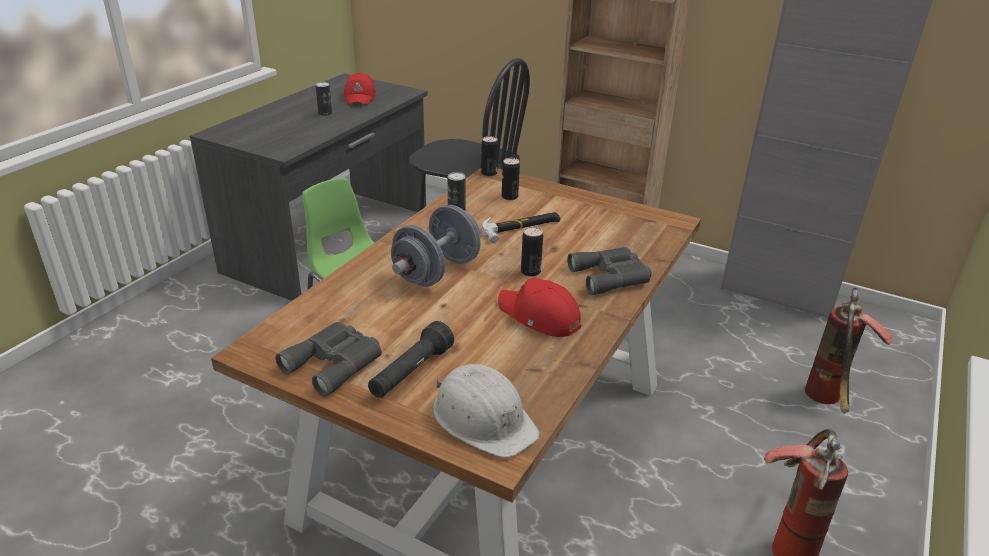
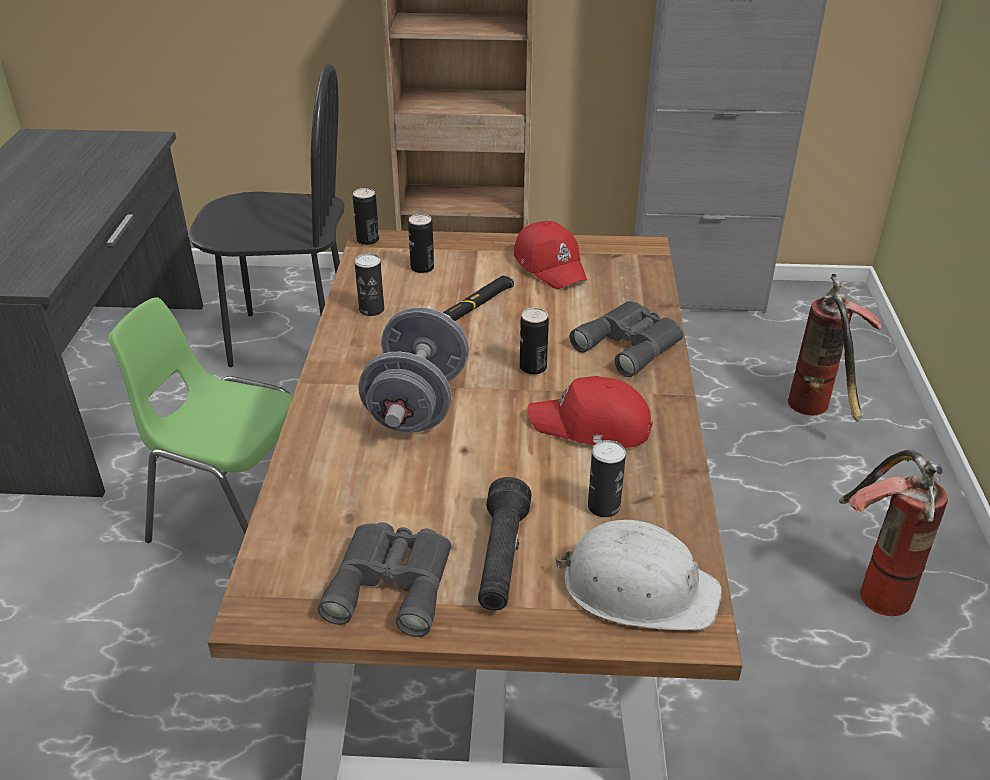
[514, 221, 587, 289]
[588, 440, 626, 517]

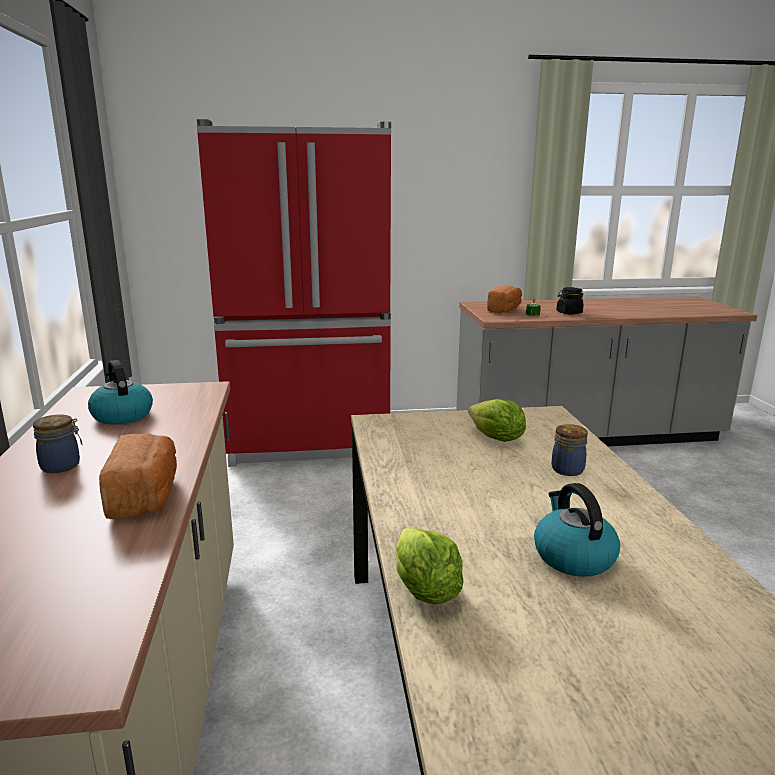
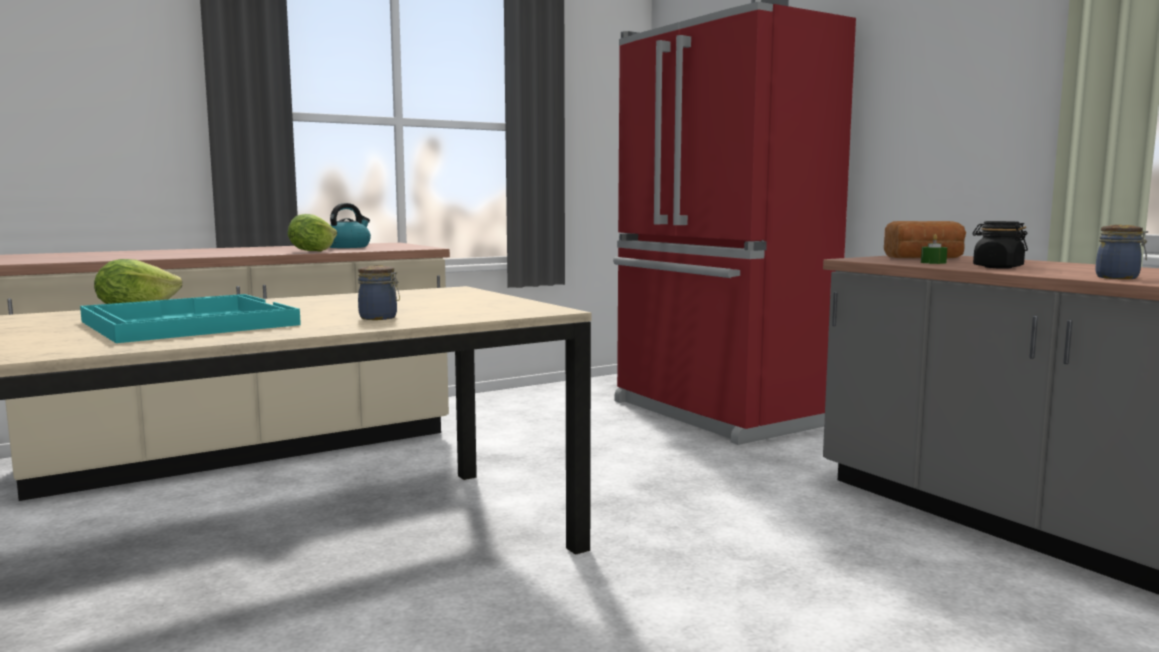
[80, 294, 301, 343]
[288, 214, 337, 252]
[1095, 225, 1148, 279]
[99, 434, 177, 520] (first image)

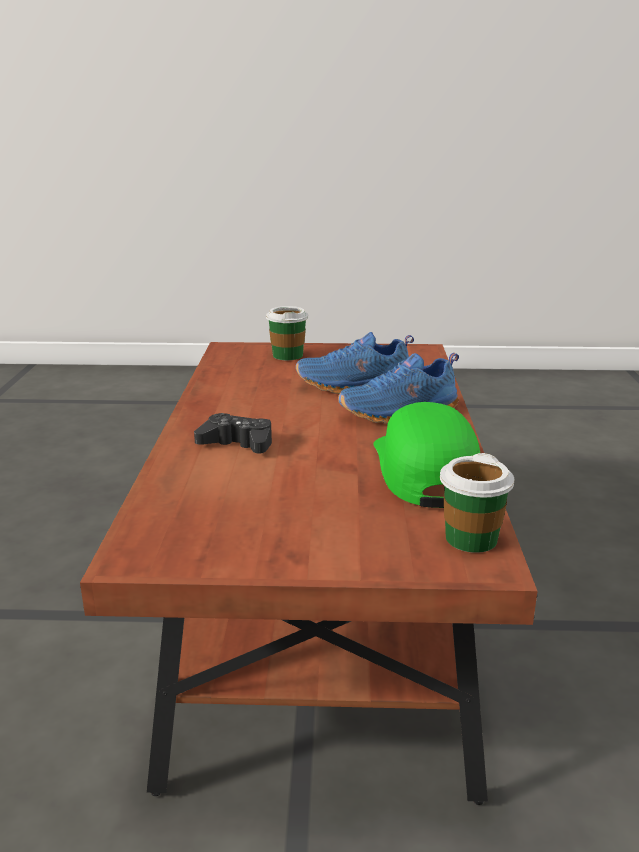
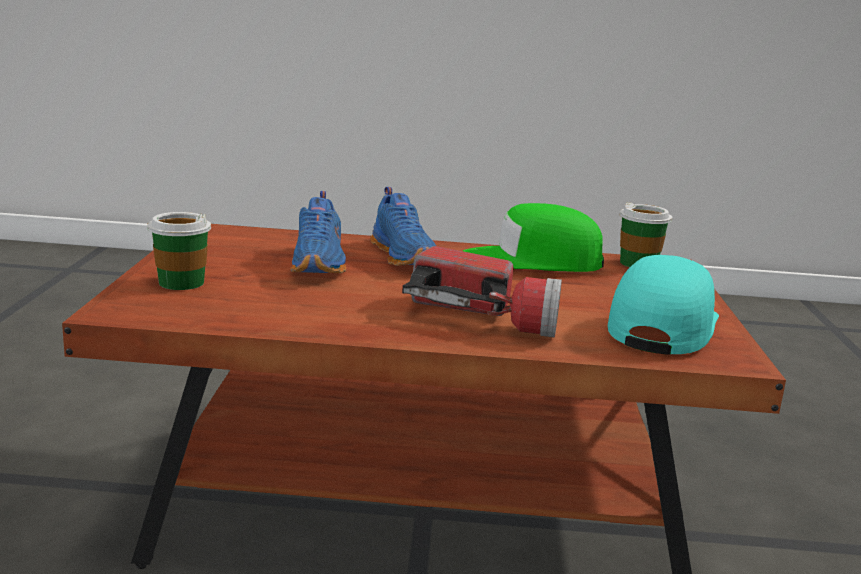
[402, 246, 562, 338]
[608, 255, 719, 355]

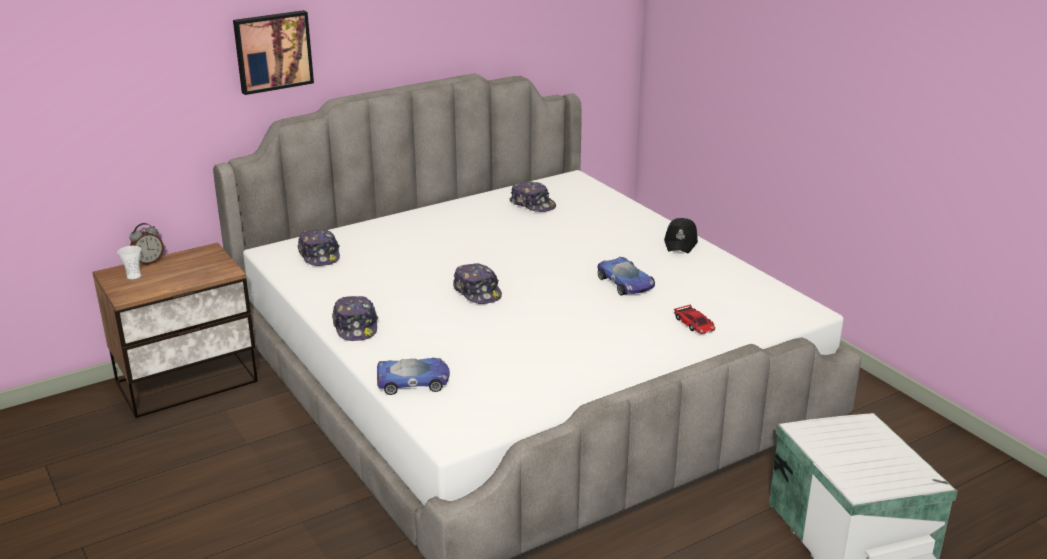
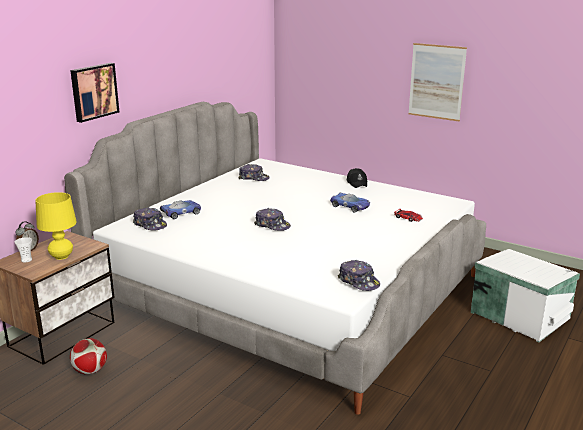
[35, 192, 77, 260]
[70, 338, 107, 374]
[160, 200, 201, 219]
[338, 260, 380, 291]
[408, 43, 467, 121]

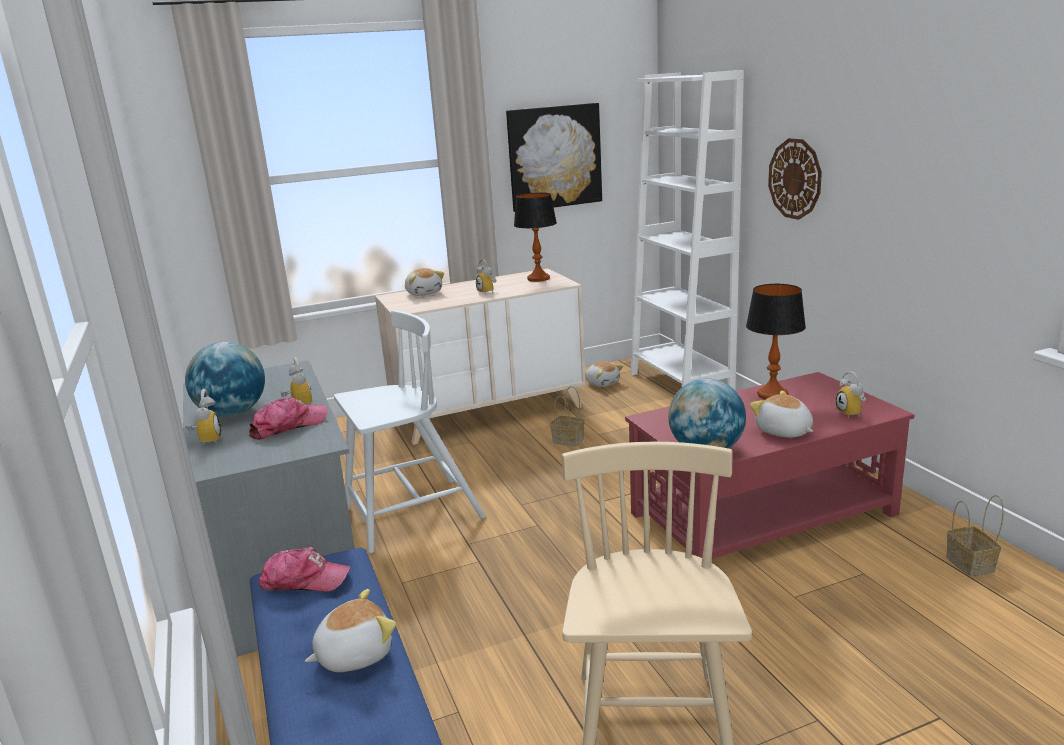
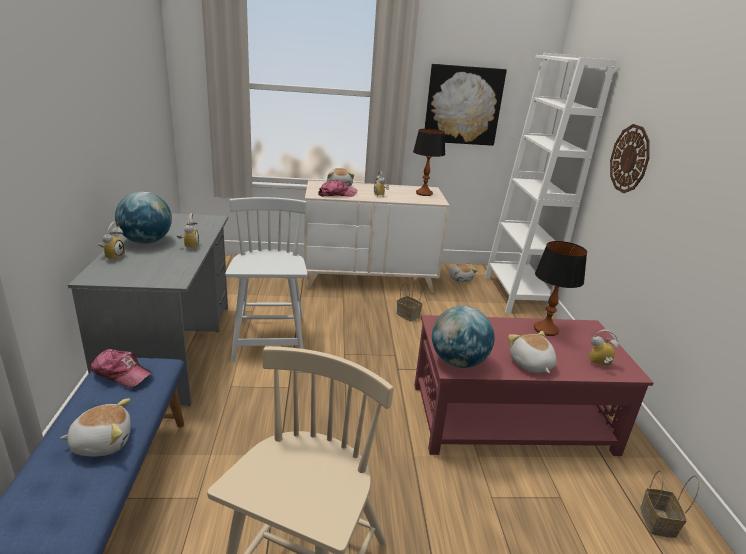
[225, 197, 308, 362]
[318, 180, 357, 197]
[588, 329, 619, 366]

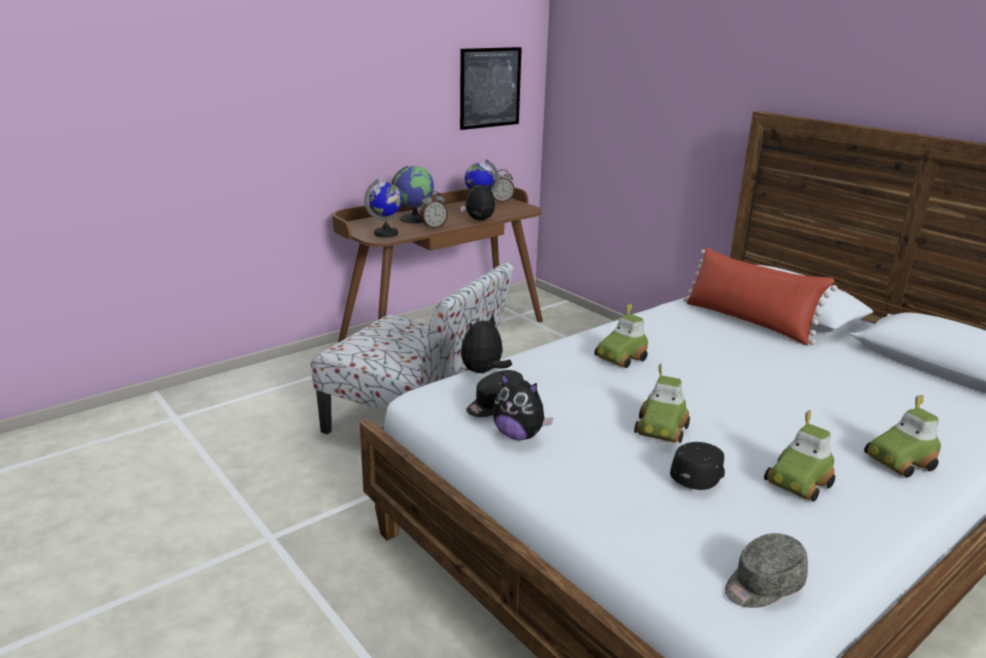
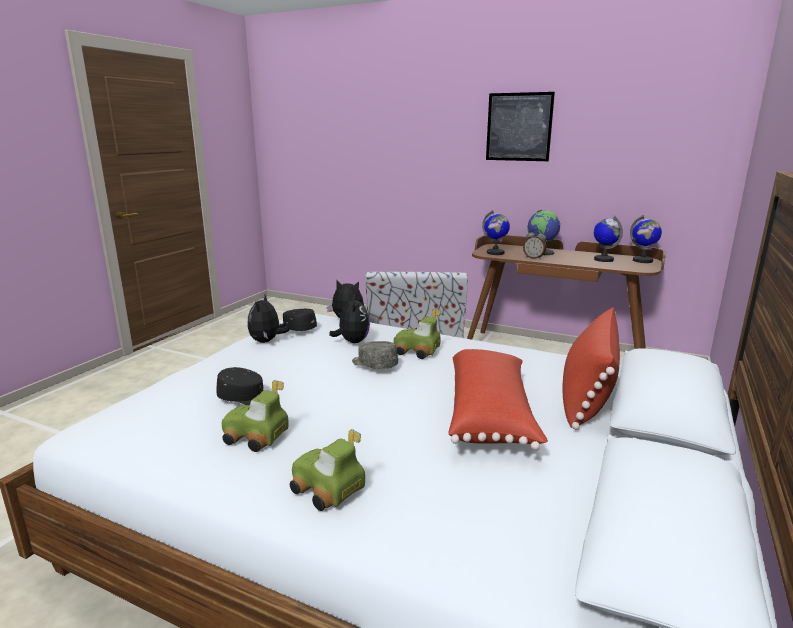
[329, 294, 370, 343]
[352, 341, 398, 369]
[448, 349, 548, 450]
[486, 92, 555, 161]
[630, 215, 662, 263]
[634, 363, 690, 443] (first image)

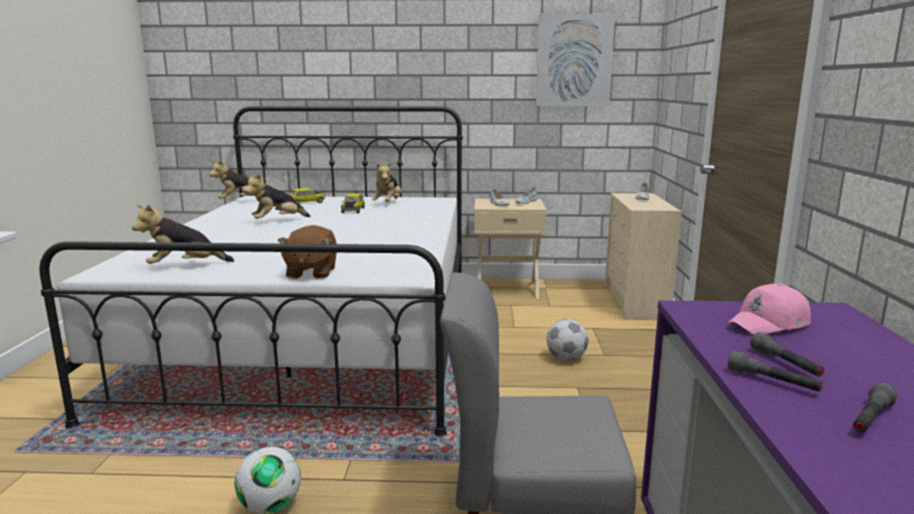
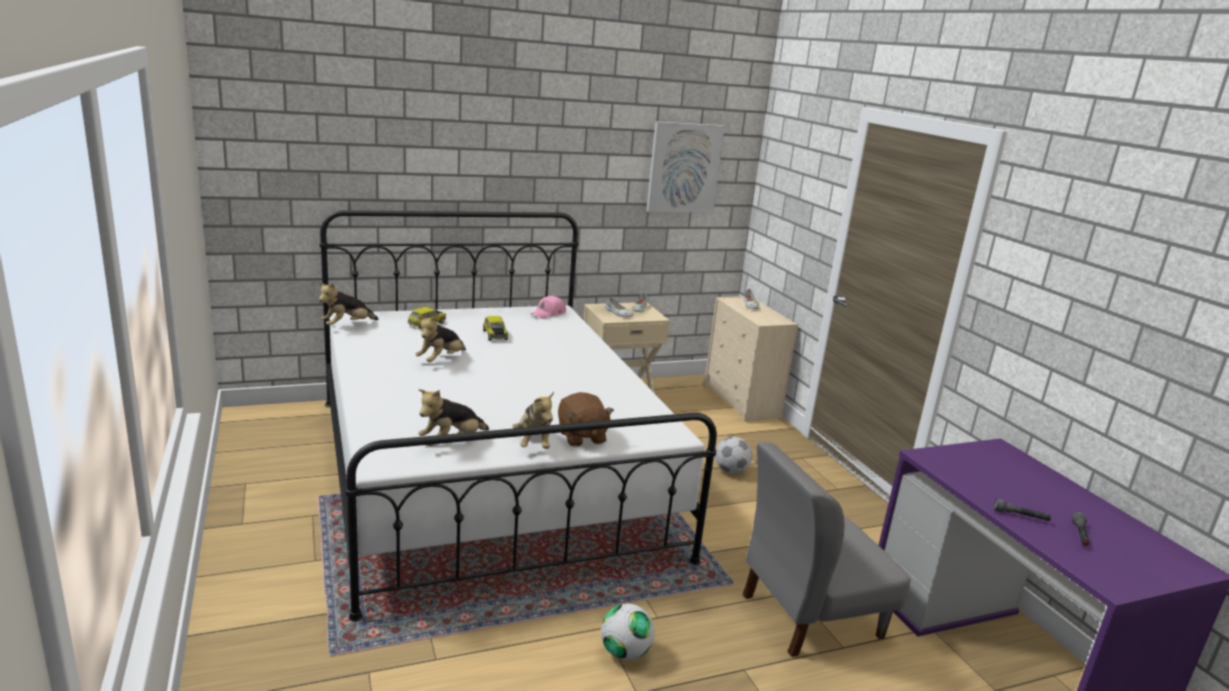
[512, 392, 554, 449]
[531, 296, 566, 319]
[750, 332, 824, 377] (first image)

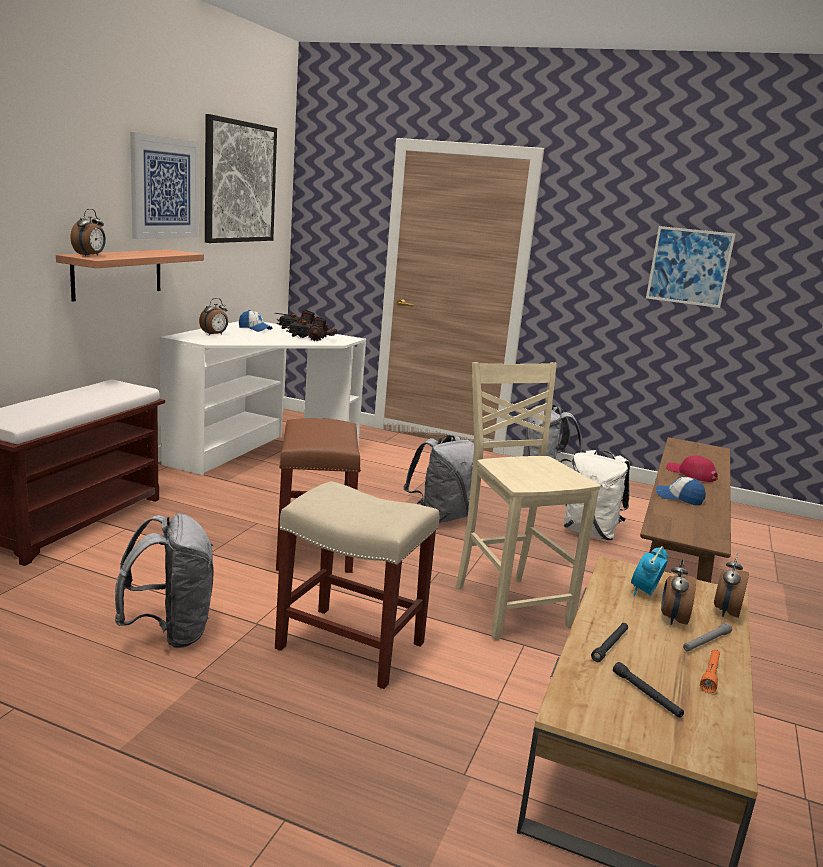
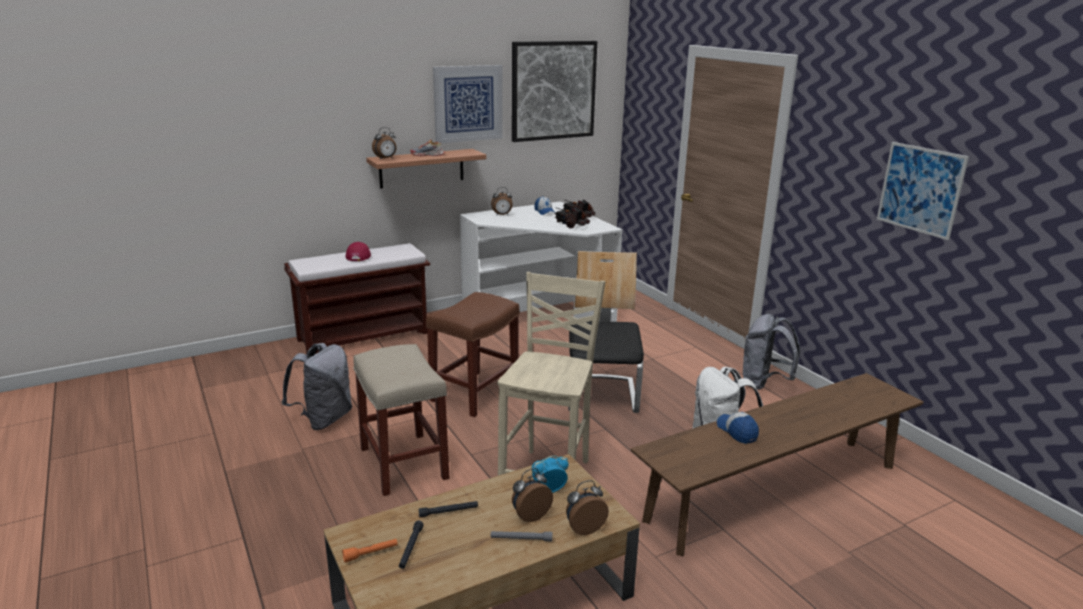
[342, 539, 398, 563]
[346, 242, 371, 261]
[410, 139, 445, 156]
[568, 251, 644, 413]

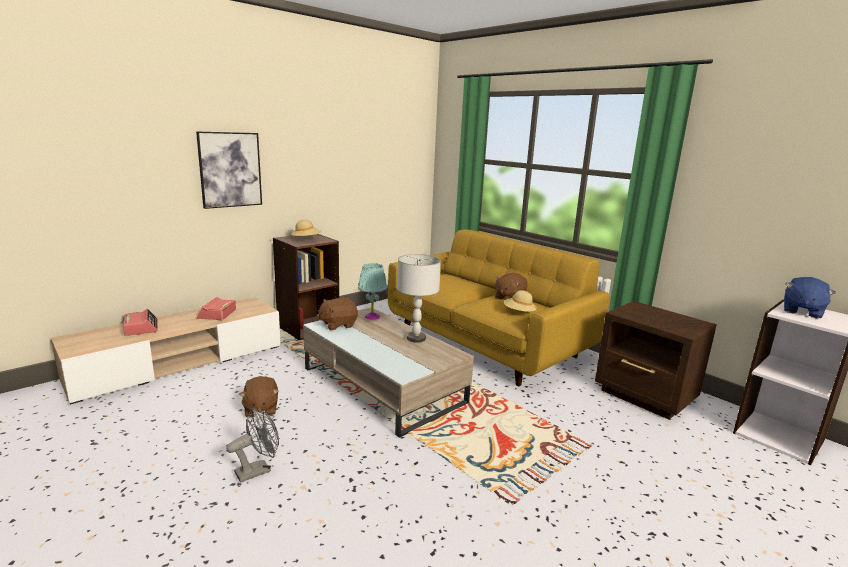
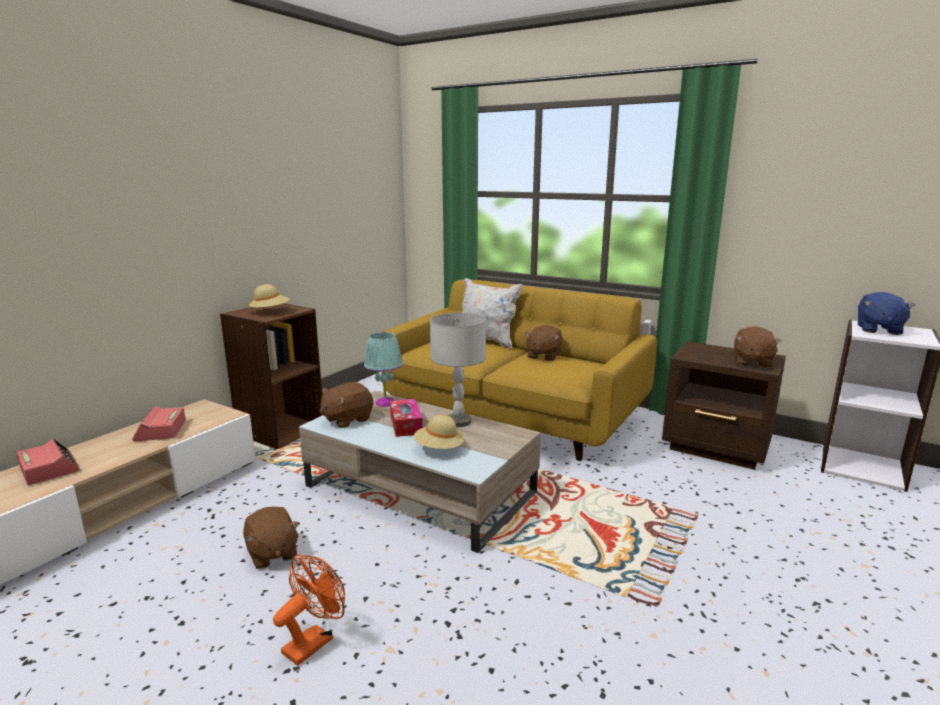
[273, 555, 345, 666]
[390, 399, 423, 437]
[414, 415, 465, 450]
[462, 278, 523, 349]
[734, 326, 781, 369]
[196, 131, 262, 209] (first image)

